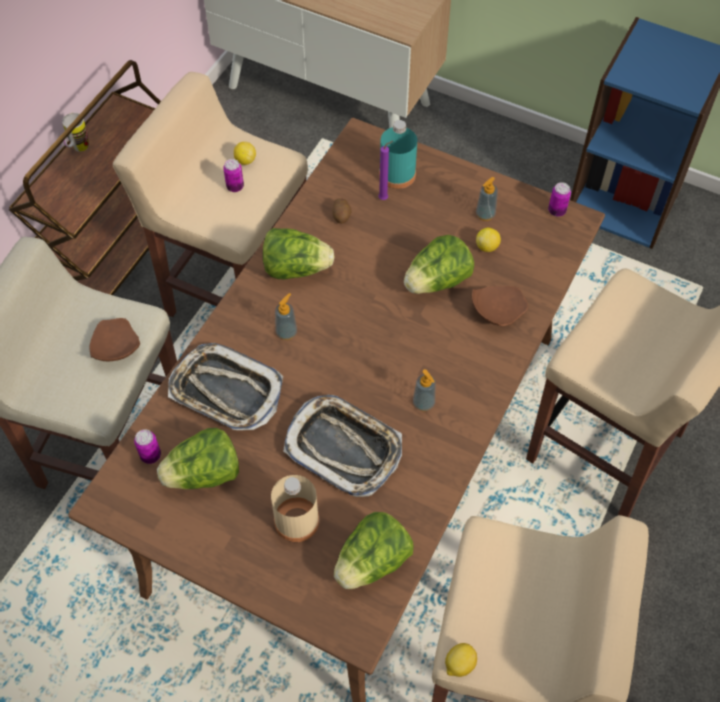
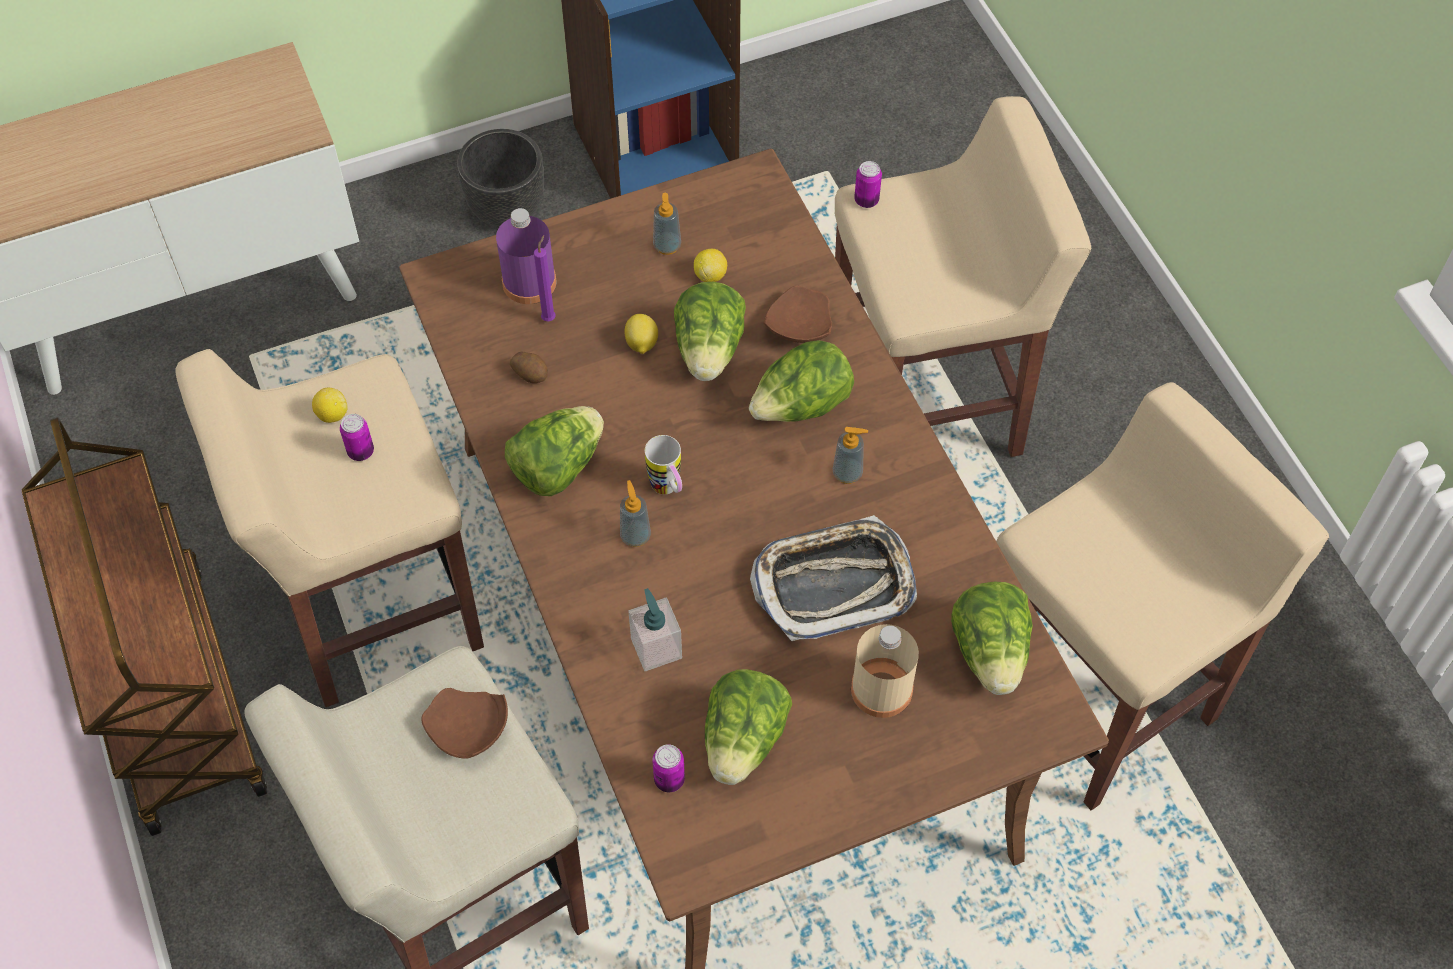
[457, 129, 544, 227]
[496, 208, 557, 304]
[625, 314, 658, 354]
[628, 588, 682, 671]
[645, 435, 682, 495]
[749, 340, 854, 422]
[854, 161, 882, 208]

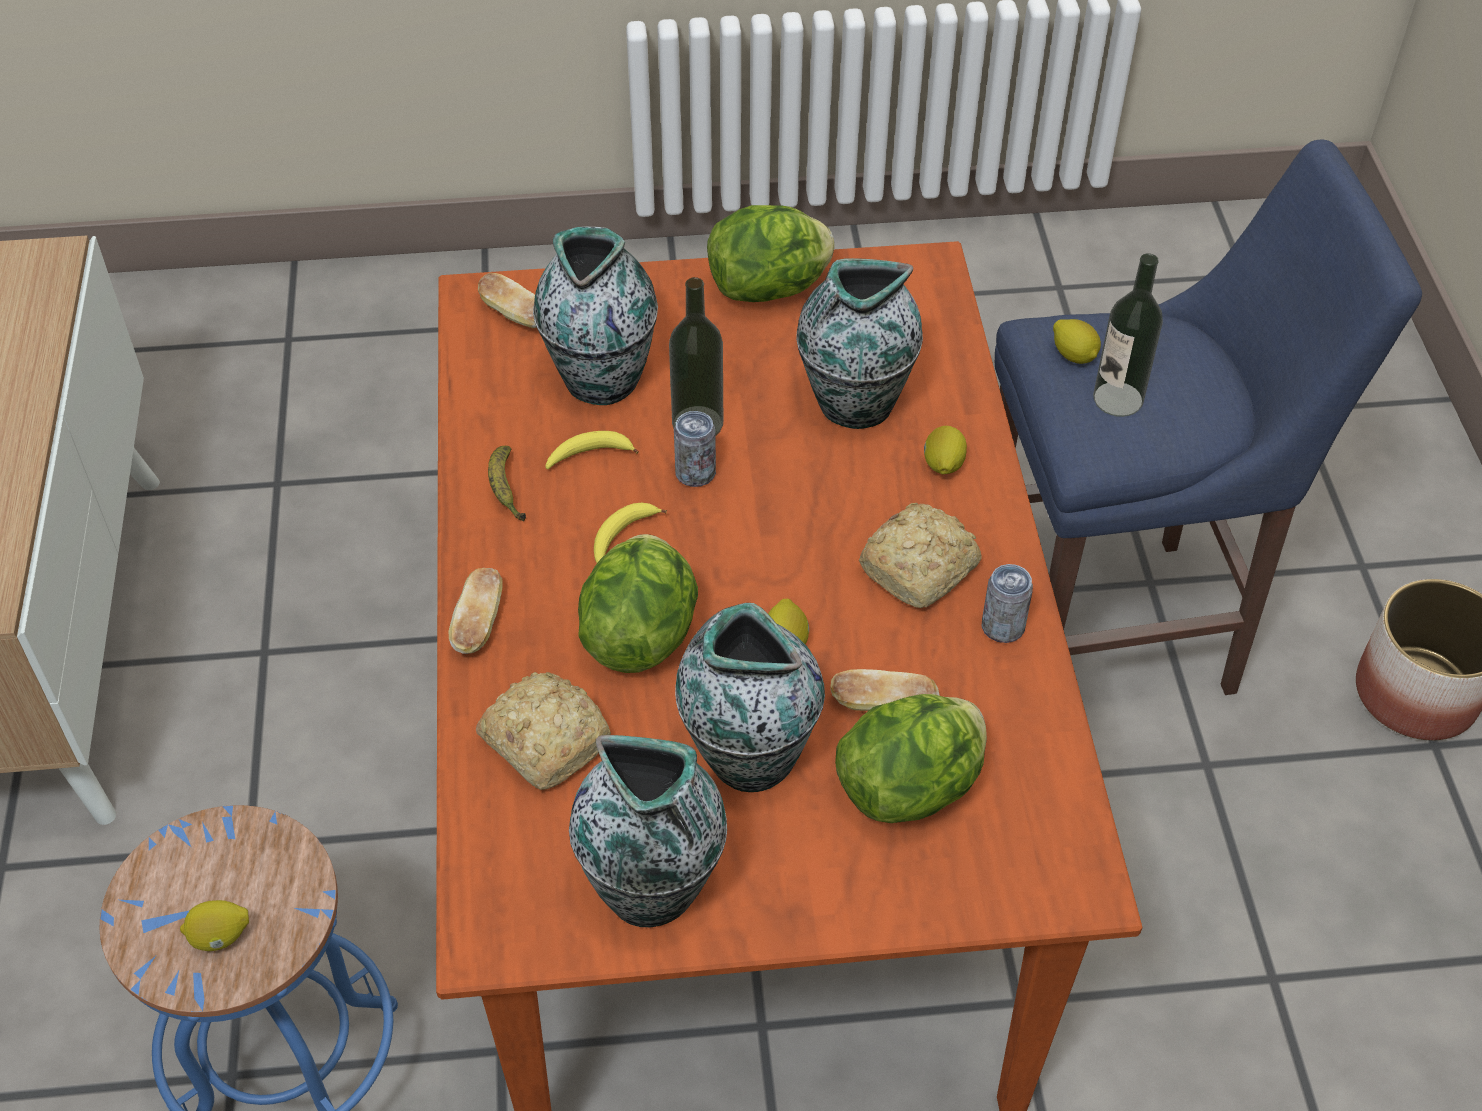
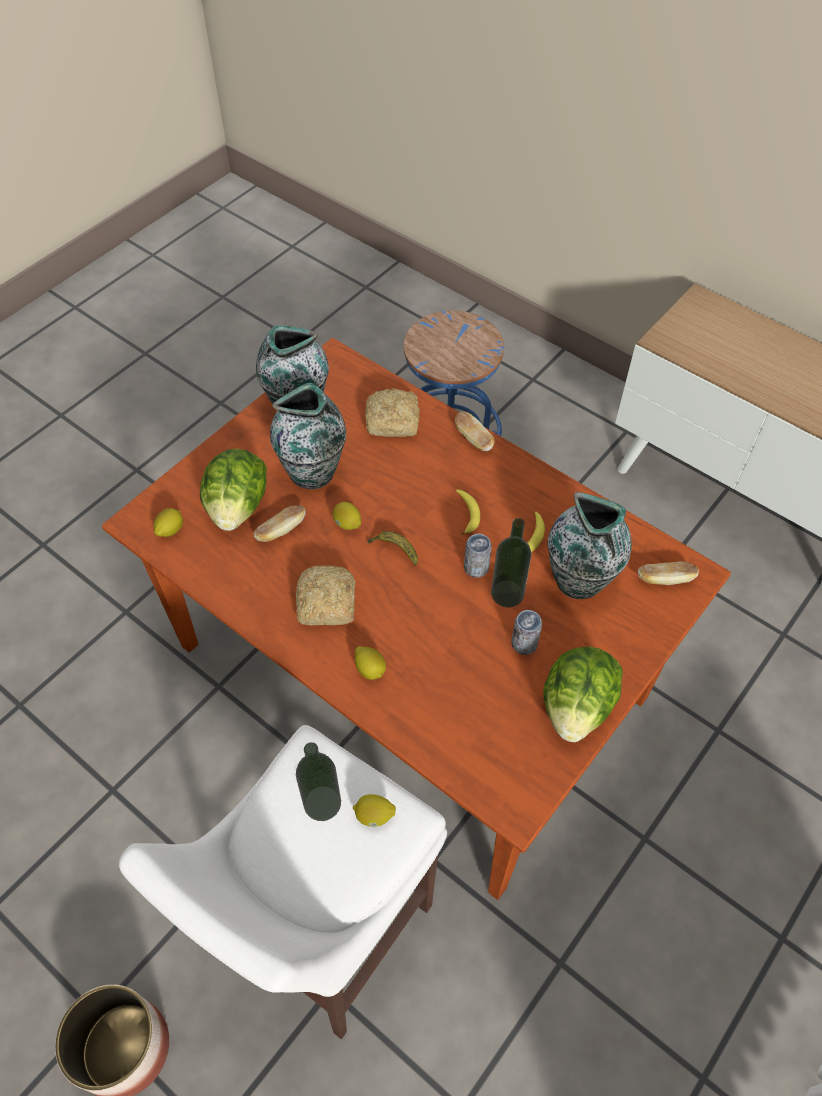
[119, 725, 447, 1039]
[153, 508, 183, 537]
[368, 531, 418, 565]
[511, 610, 542, 655]
[578, 534, 698, 673] (first image)
[796, 258, 923, 429] (first image)

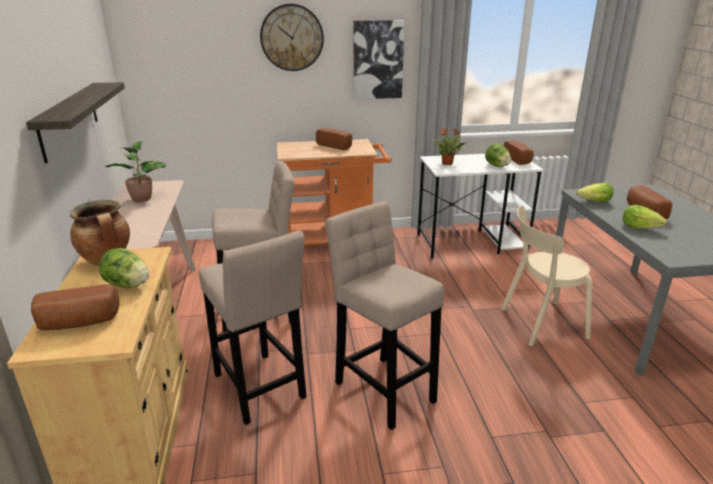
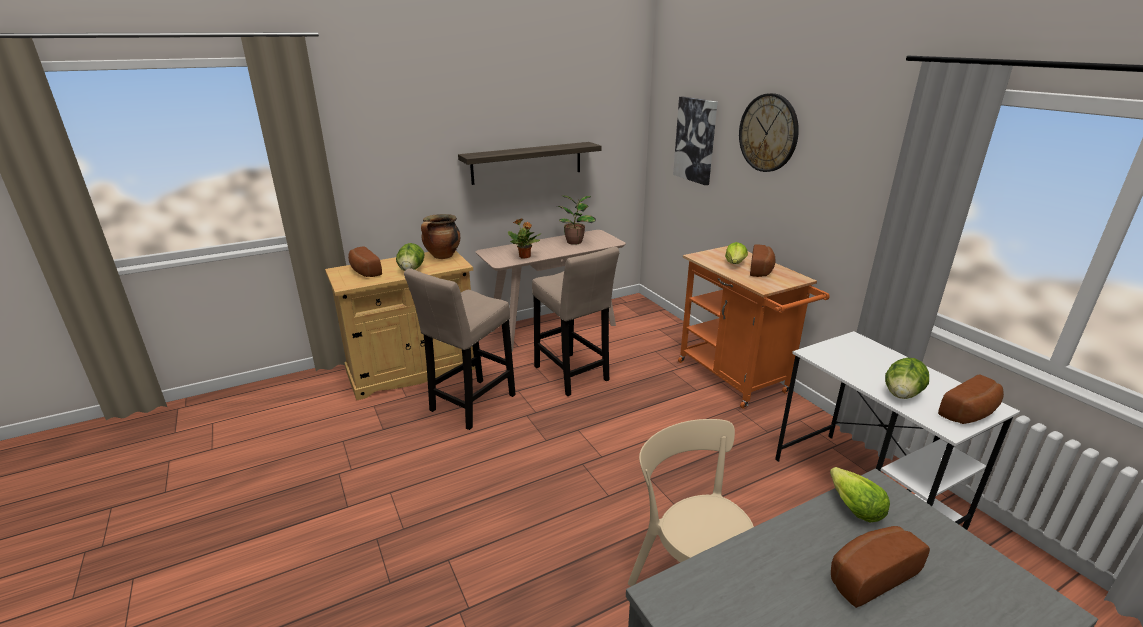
[508, 219, 541, 259]
[673, 96, 718, 185]
[725, 242, 748, 264]
[325, 201, 444, 430] (first image)

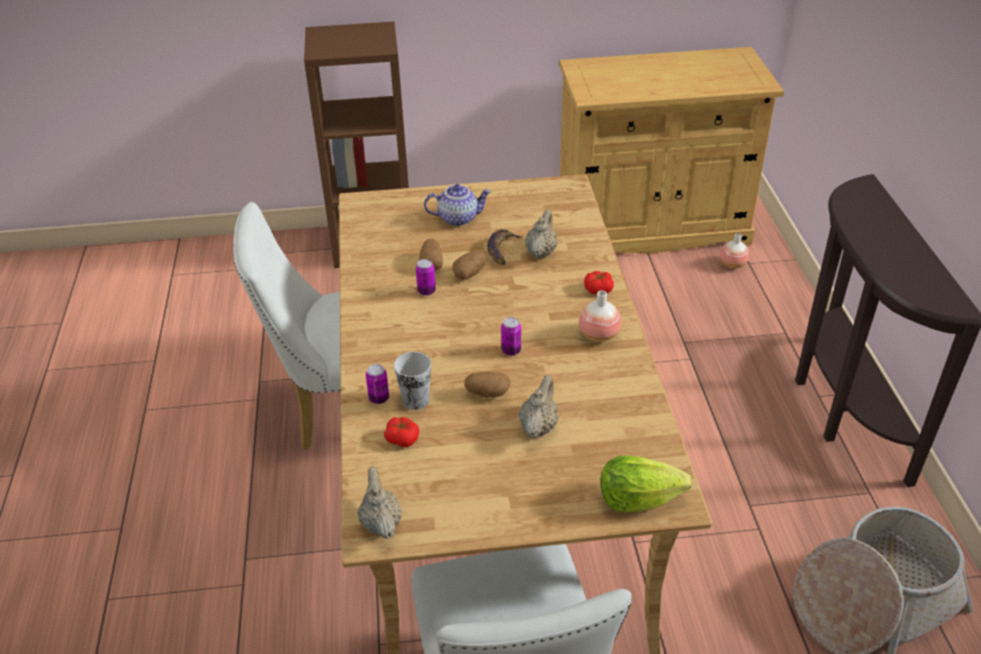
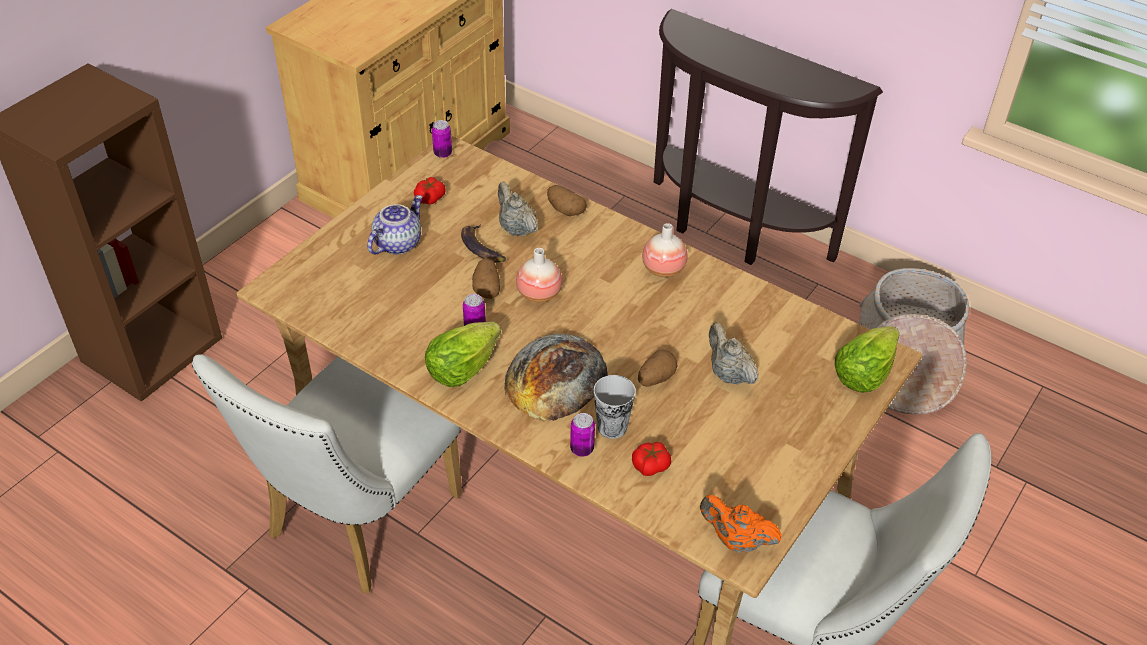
[414, 177, 446, 205]
[425, 322, 501, 387]
[432, 120, 452, 158]
[504, 334, 608, 421]
[516, 248, 562, 302]
[547, 185, 587, 216]
[700, 495, 782, 553]

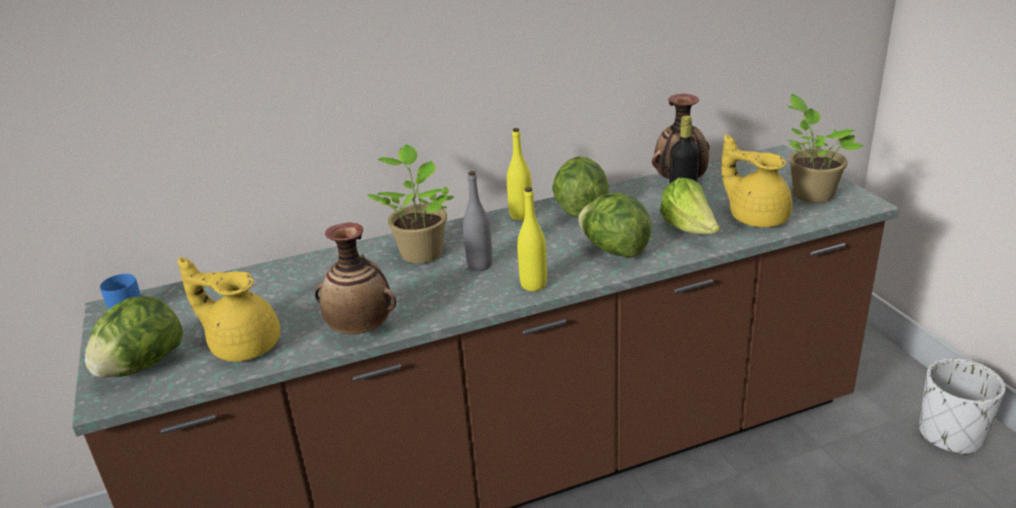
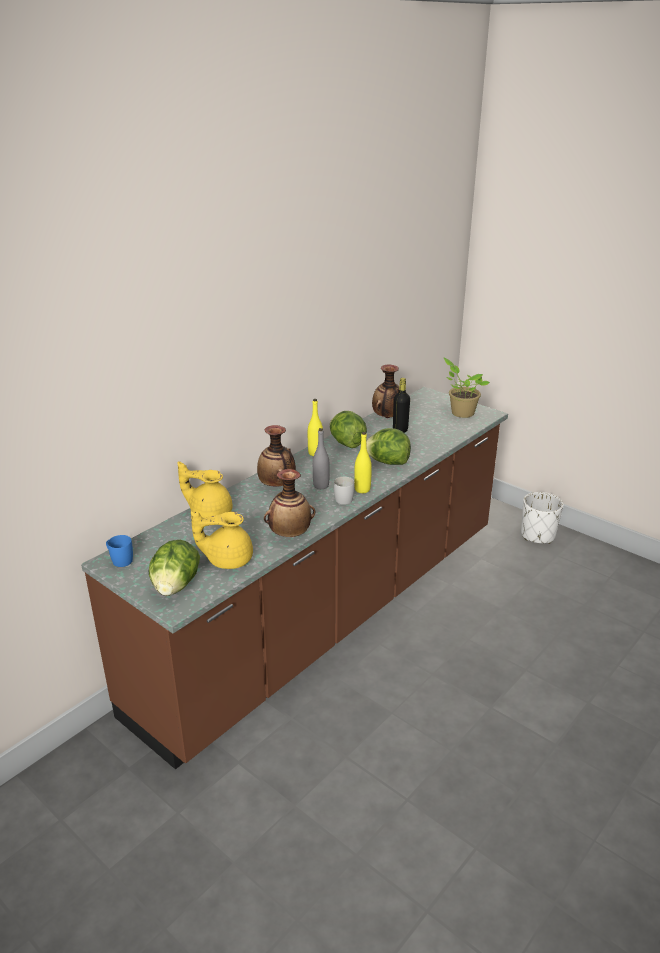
[178, 461, 232, 518]
[257, 425, 296, 487]
[334, 477, 354, 505]
[660, 178, 720, 234] (first image)

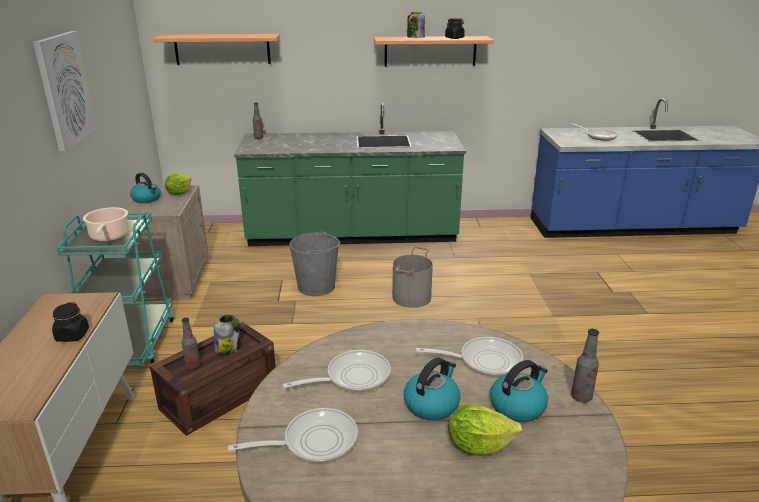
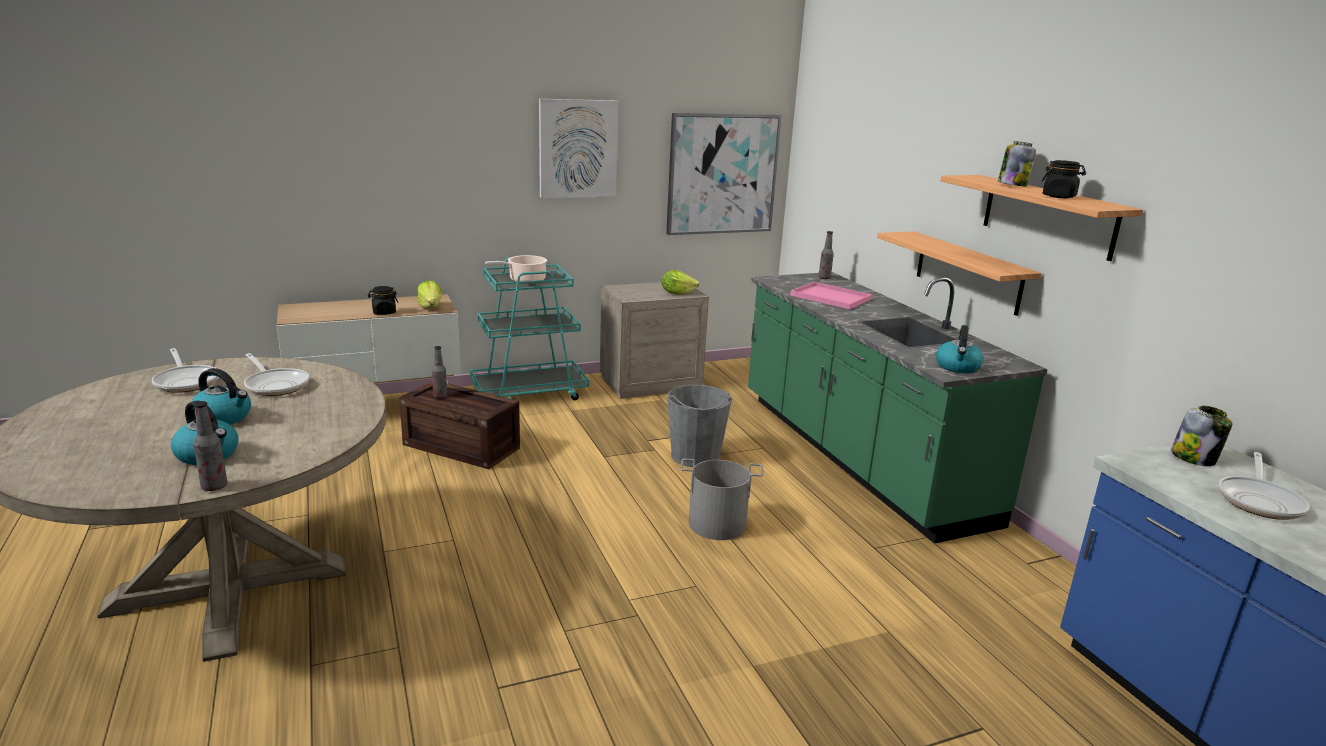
[417, 280, 442, 309]
[666, 113, 782, 235]
[790, 282, 872, 309]
[877, 231, 1042, 316]
[936, 325, 984, 373]
[1171, 405, 1232, 466]
[416, 337, 523, 377] (first image)

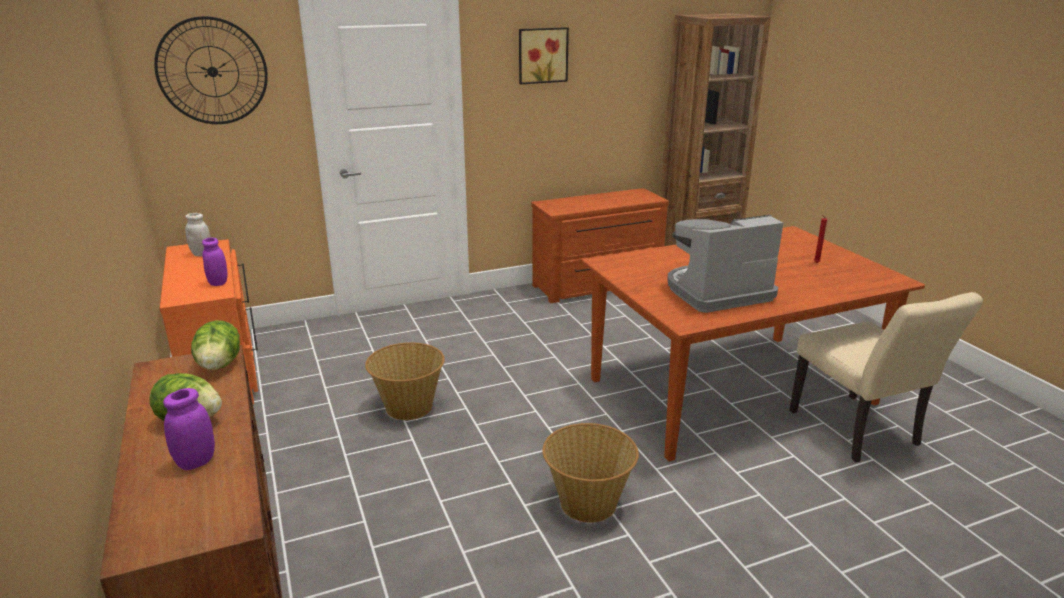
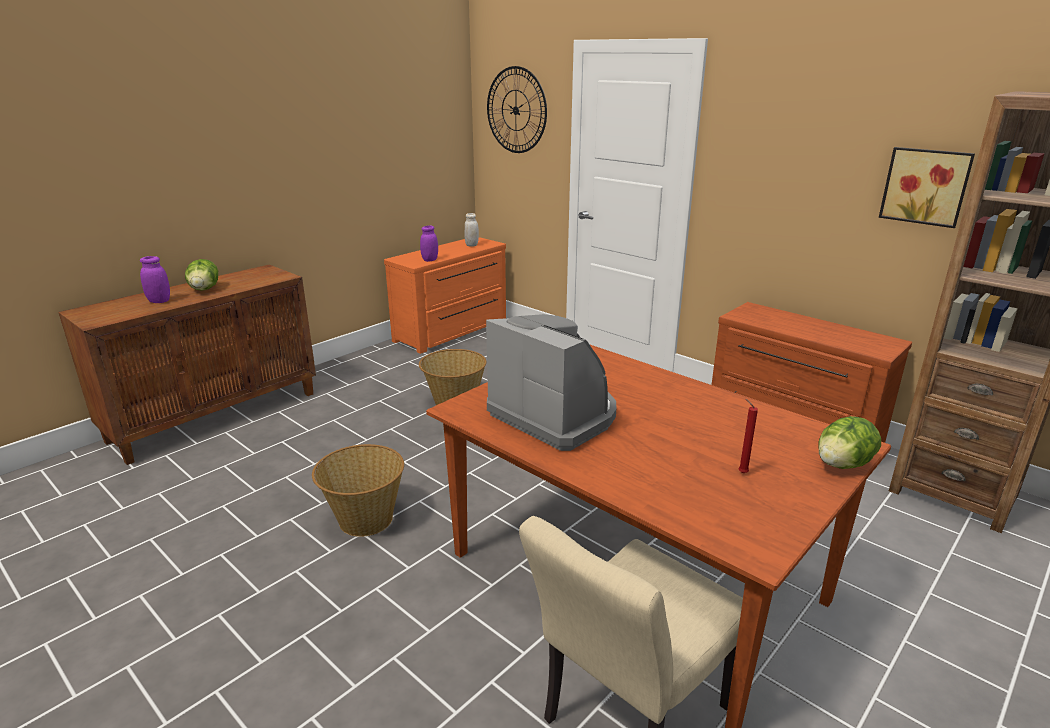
[819, 416, 881, 469]
[879, 147, 975, 228]

